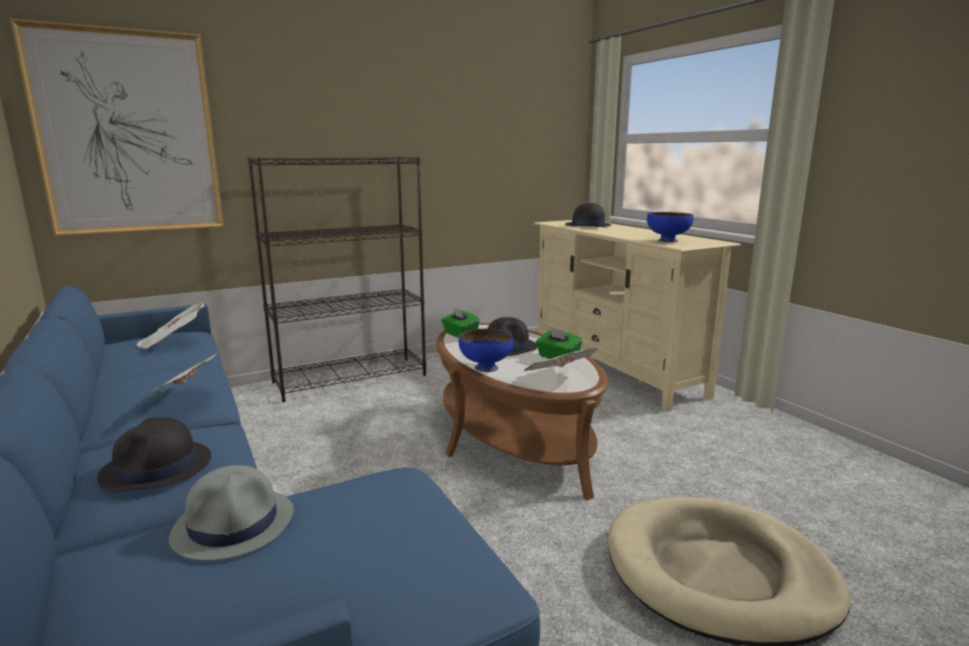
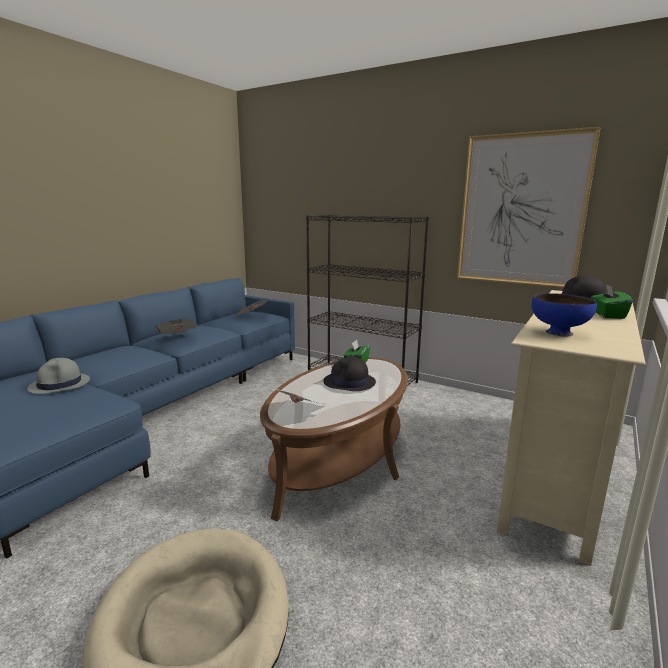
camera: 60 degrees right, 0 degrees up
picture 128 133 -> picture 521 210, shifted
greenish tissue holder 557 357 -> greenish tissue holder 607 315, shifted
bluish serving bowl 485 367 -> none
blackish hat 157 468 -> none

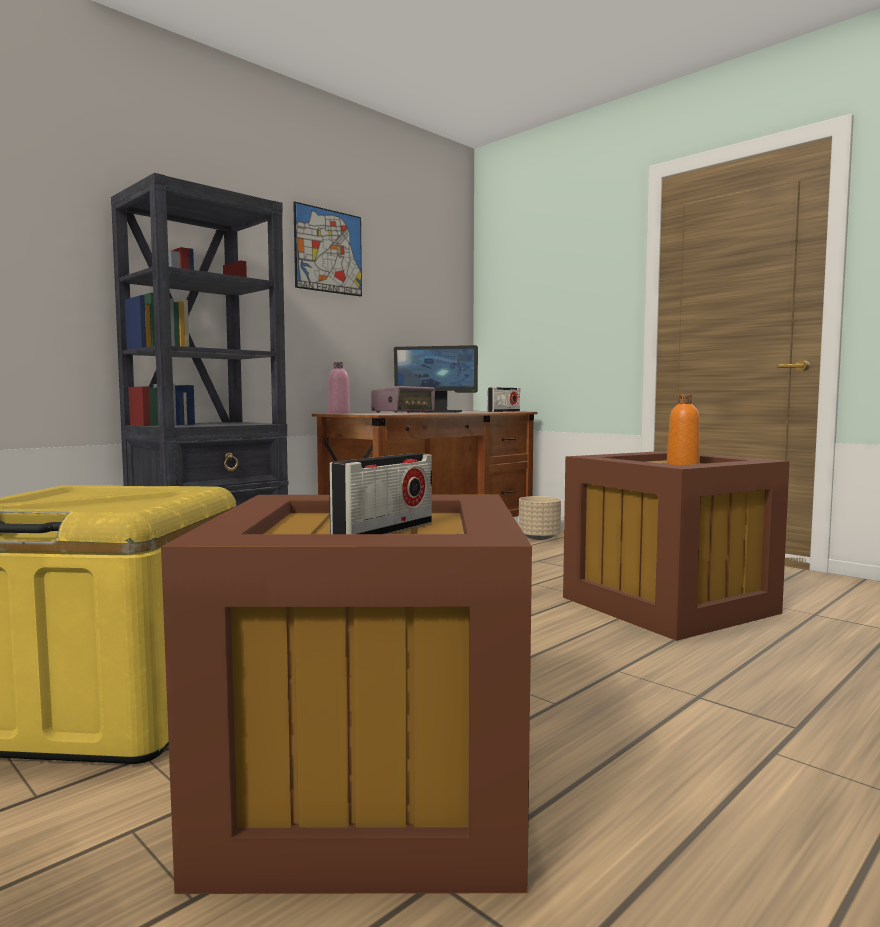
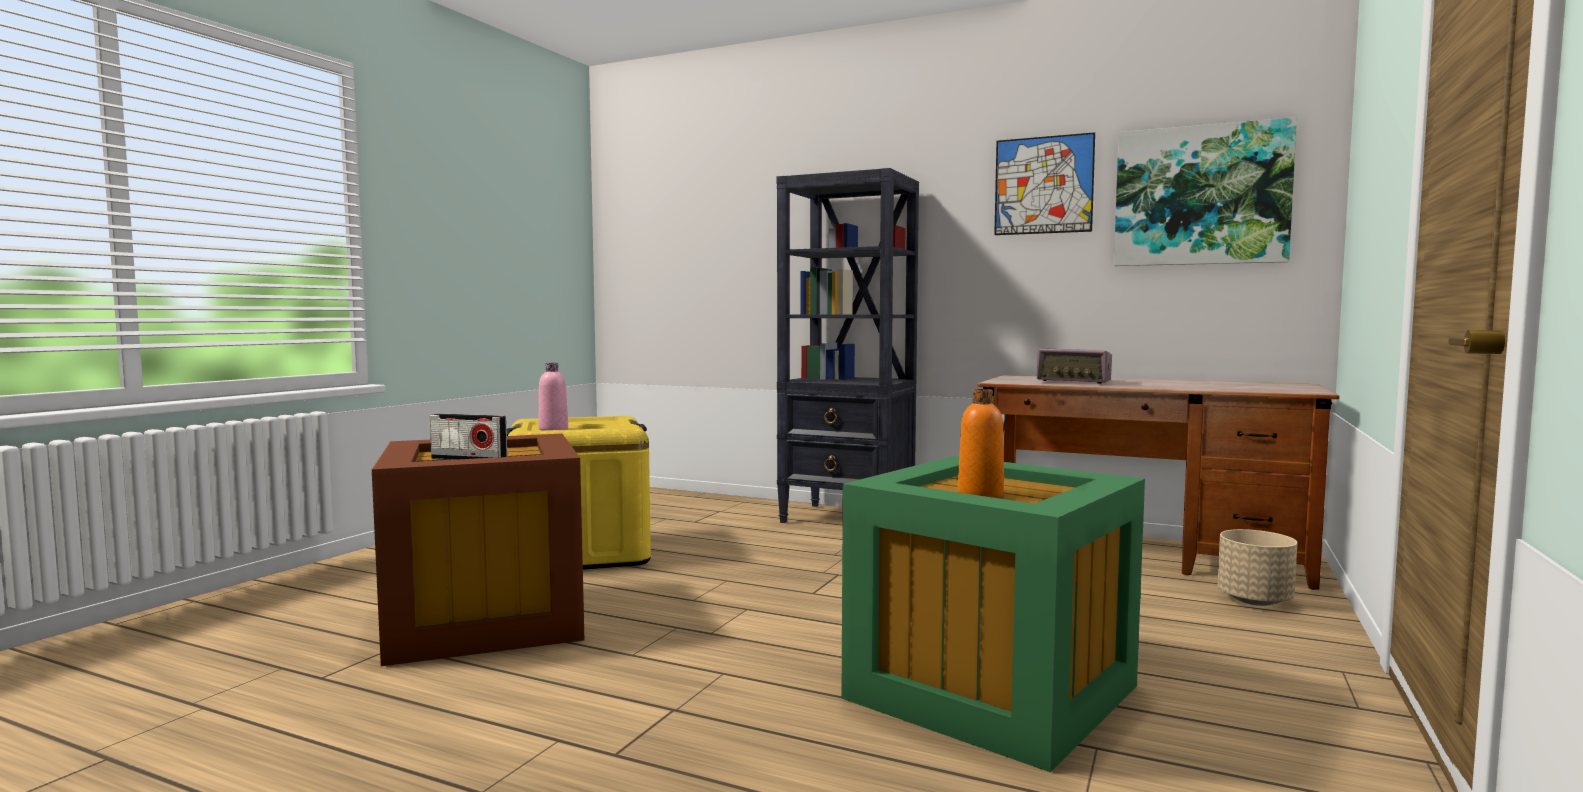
camera: 70 degrees right, 0 degrees up
computer display 435 412 -> none
pink bottle 339 413 -> pink bottle 553 429, shifted
radio set 503 411 -> none
brown-coloured storage bin 671 605 -> greenish storage bin 993 694
none -> picture 1201 196

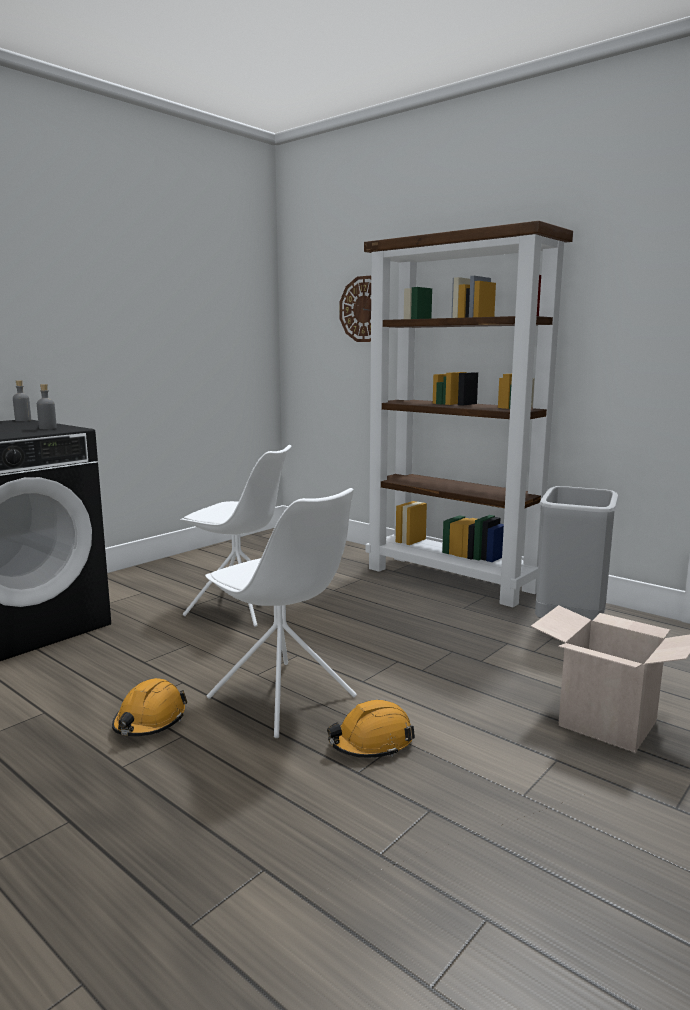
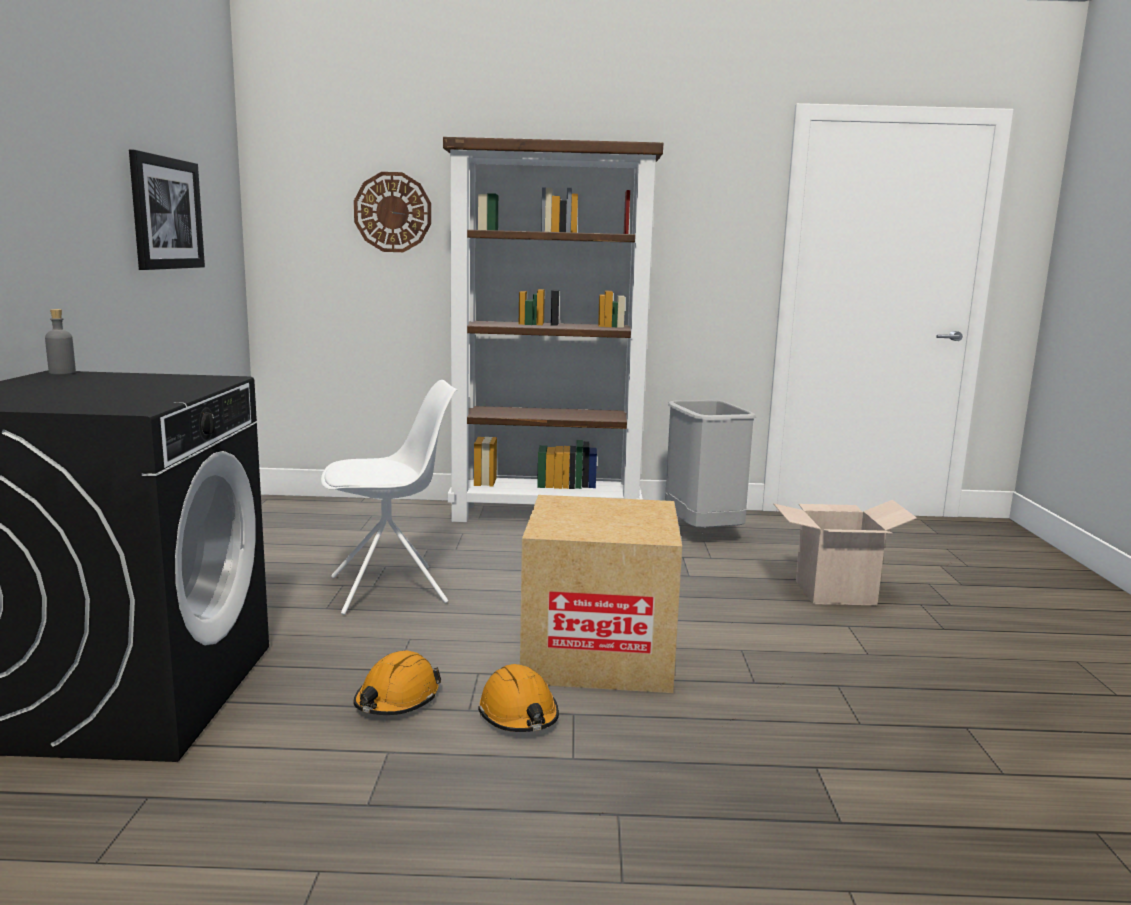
camera: 40 degrees left, 0 degrees up
greyish bottle 48 428 -> none
whitish chair 283 699 -> packing box 598 653
orange-coloured safety helmet 371 743 -> orange-coloured safety helmet 397 700, shifted
none -> picture 166 213

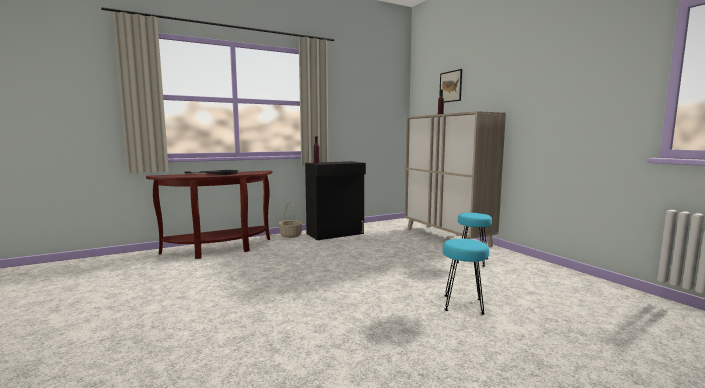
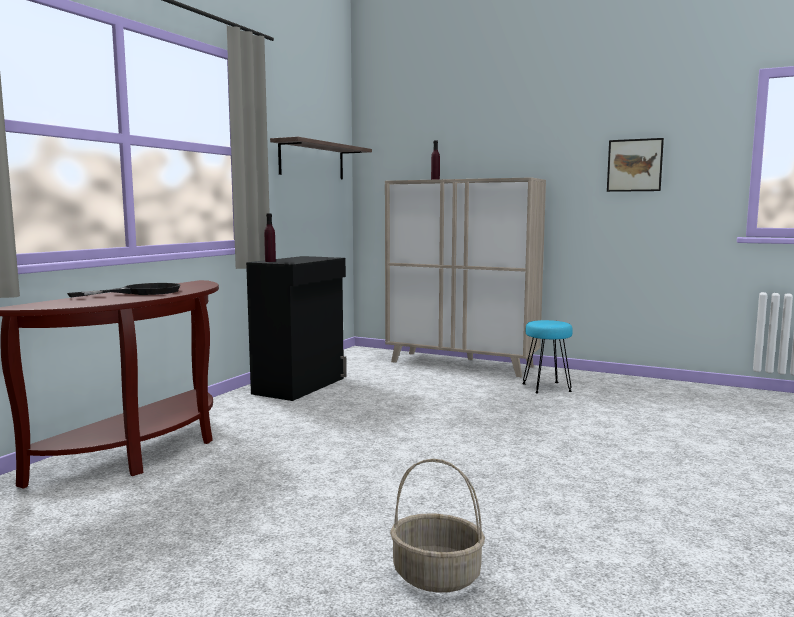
camera: 35 degrees left, 0 degrees up
picture 450 86 -> picture 634 165, shifted
basket 290 235 -> basket 435 576, shifted
blue-green sitting stool 462 304 -> none
none -> bracket shelf 312 160

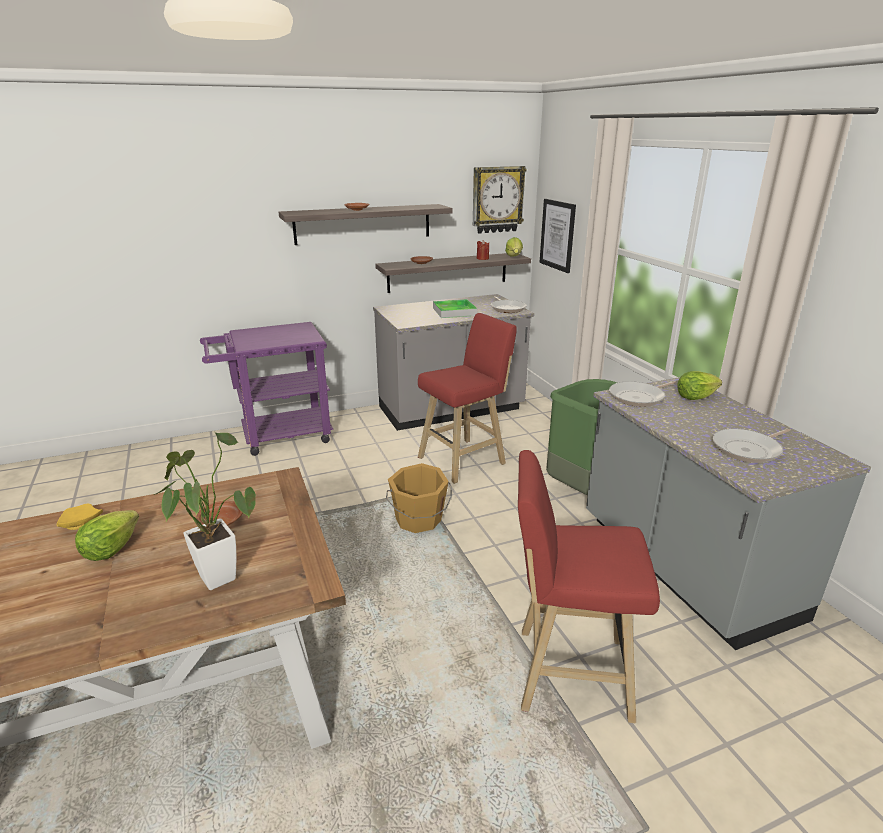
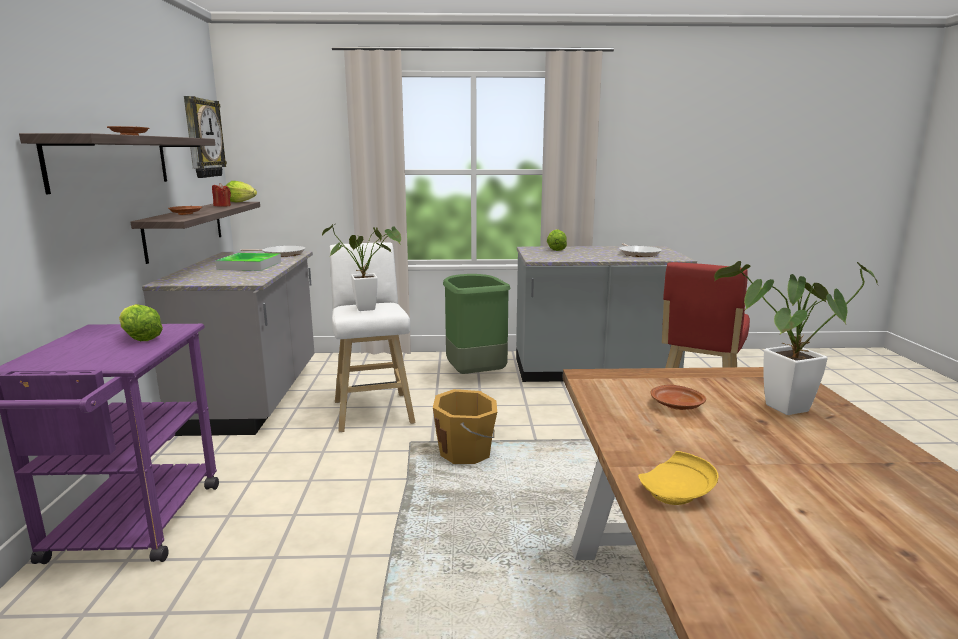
camera: 70 degrees left, 10 degrees down
picture 557 235 -> none
red-coloured sitting stool 465 460 -> whitish sitting stool 373 410
skillet 639 397 -> none
lettuce head 110 549 -> lettuce head 140 338, shifted
none -> plant in a pot 371 308

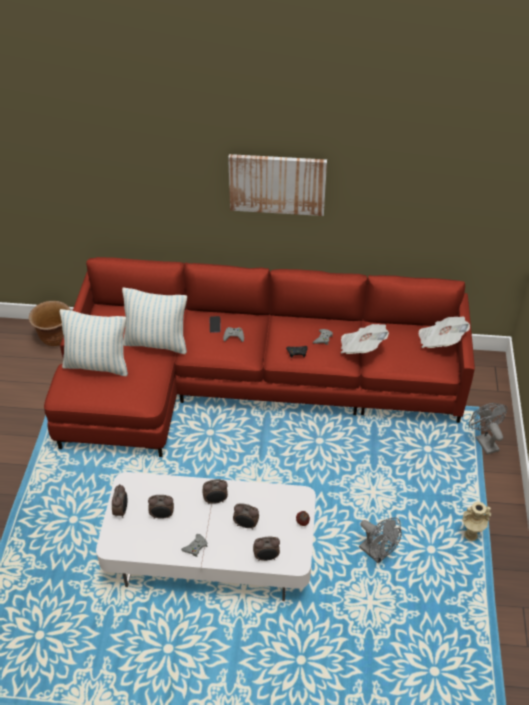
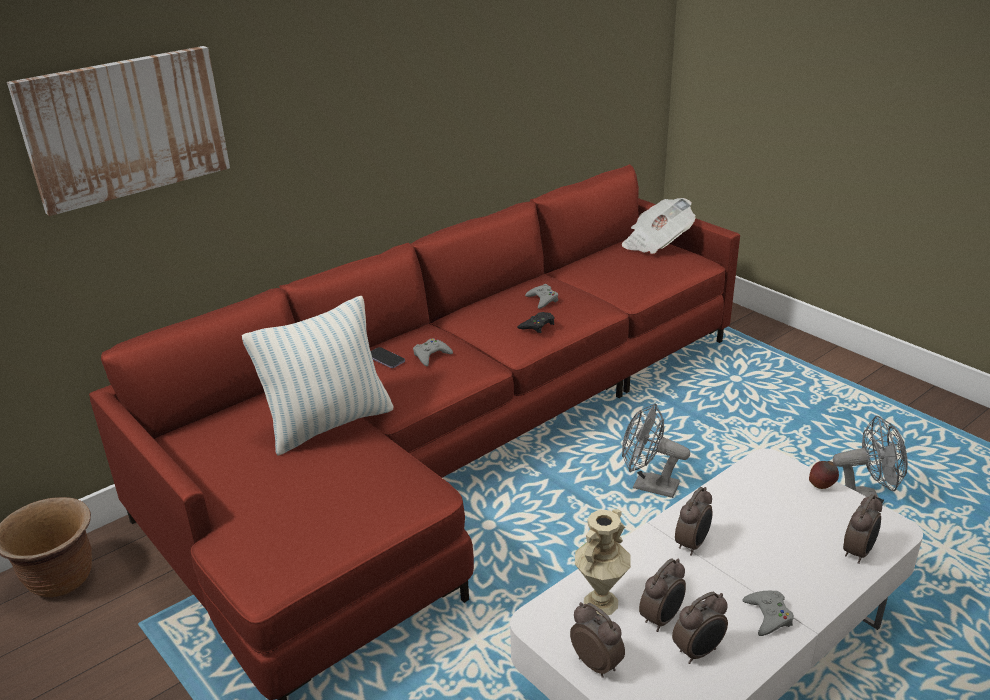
camera: 45 degrees left, 15 degrees down
picture 277 184 -> picture 126 127, shifted
cushion 97 365 -> none
daily paper 361 348 -> none
greyish cooling fan 484 441 -> greyish cooling fan 648 486, shifted
beige-coloured decorative vase 470 536 -> beige-coloured decorative vase 601 603, shifted
bedside clock 246 525 -> bedside clock 698 652, shifted

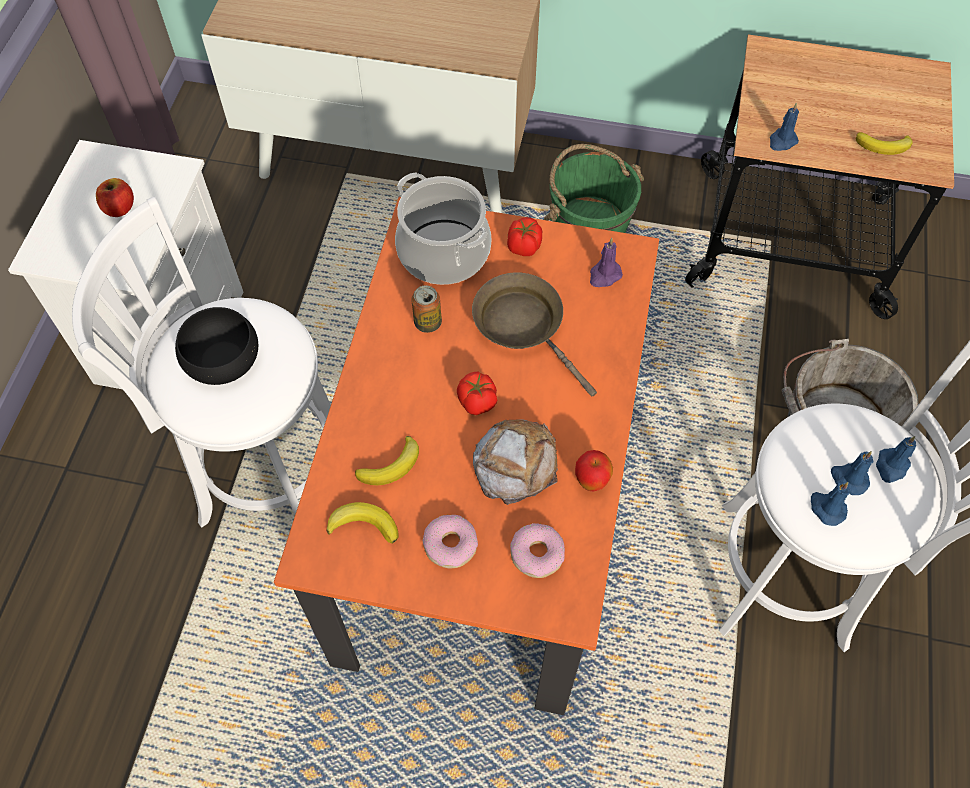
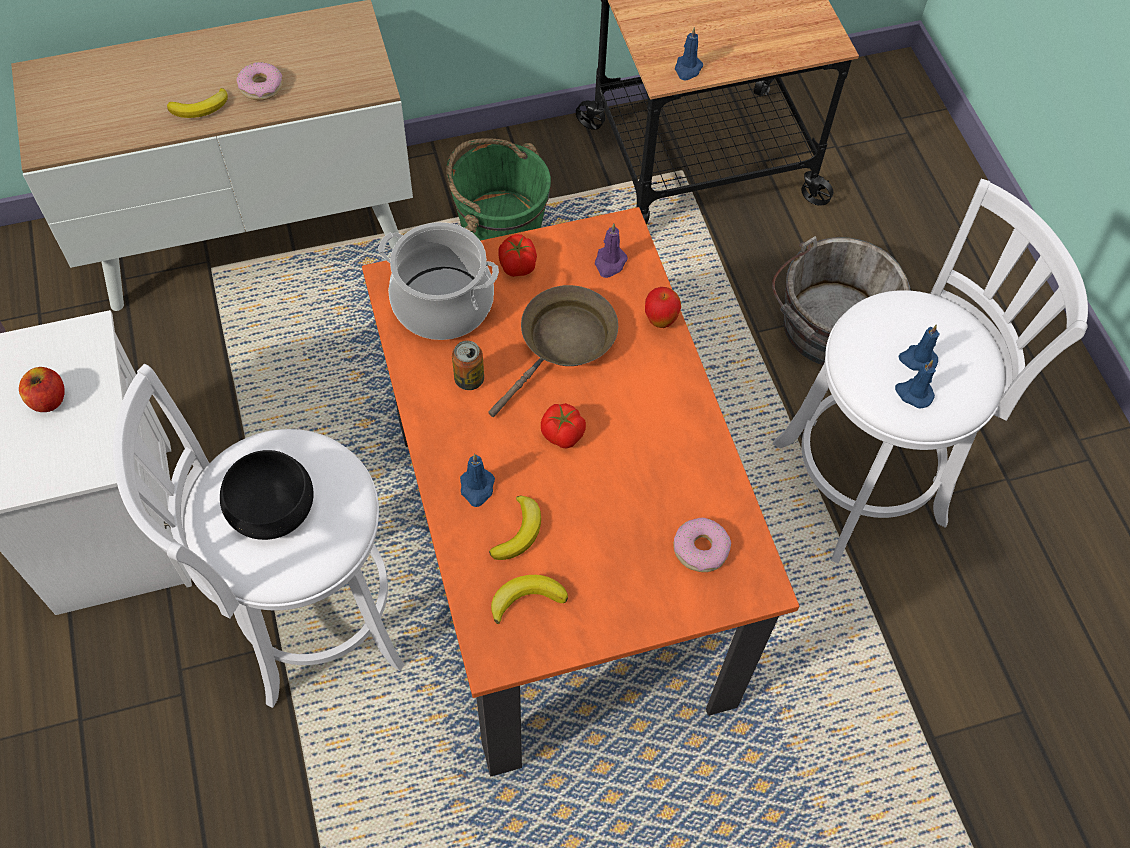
camera: 30 degrees left, 0 degrees up
whole banana 884 146 -> whole banana 201 108, shifted
brown-coloured skillet 523 326 -> brown-coloured skillet 563 343, 105 degrees clockwise
bread 515 463 -> none
bluish wax light 891 466 -> bluish wax light 477 488, shifted
whole apple 591 481 -> whole apple 660 320, shifted
doughnut 450 545 -> doughnut 261 87, shifted

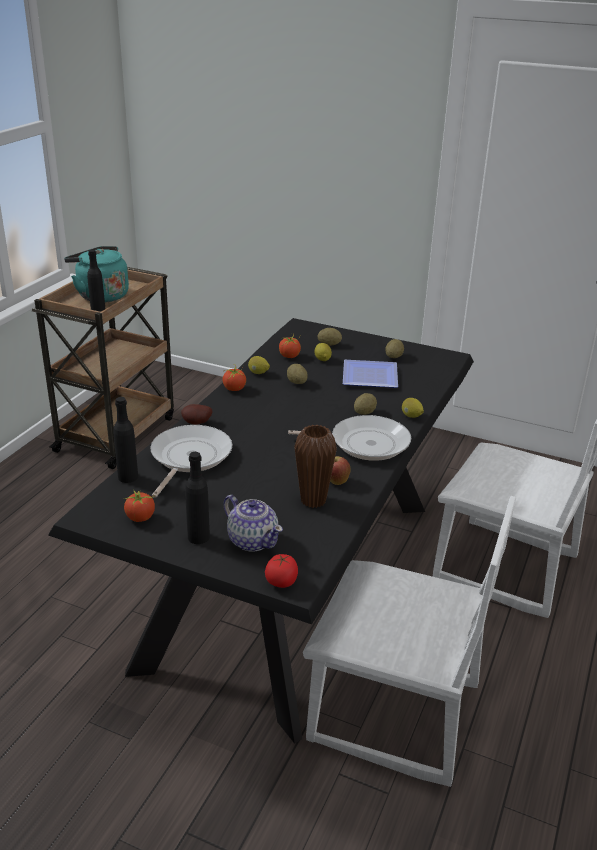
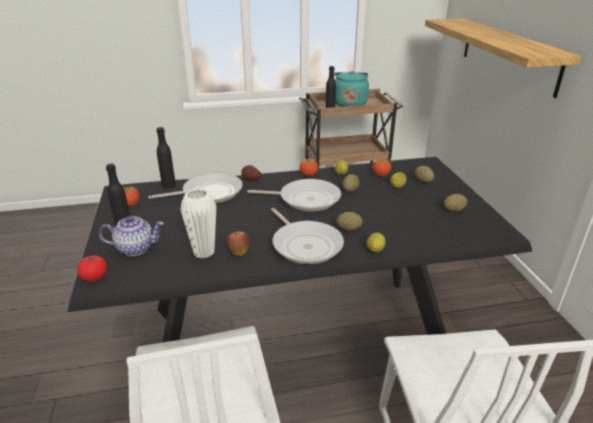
camera: 55 degrees right, 0 degrees up
flat dish 368 375 -> none
brown-coloured decorative vase 313 500 -> whitish decorative vase 204 252
pot for tea 252 540 -> pot for tea 135 248, 105 degrees counterclockwise
none -> bracket shelf 508 54
none -> skillet 306 199

